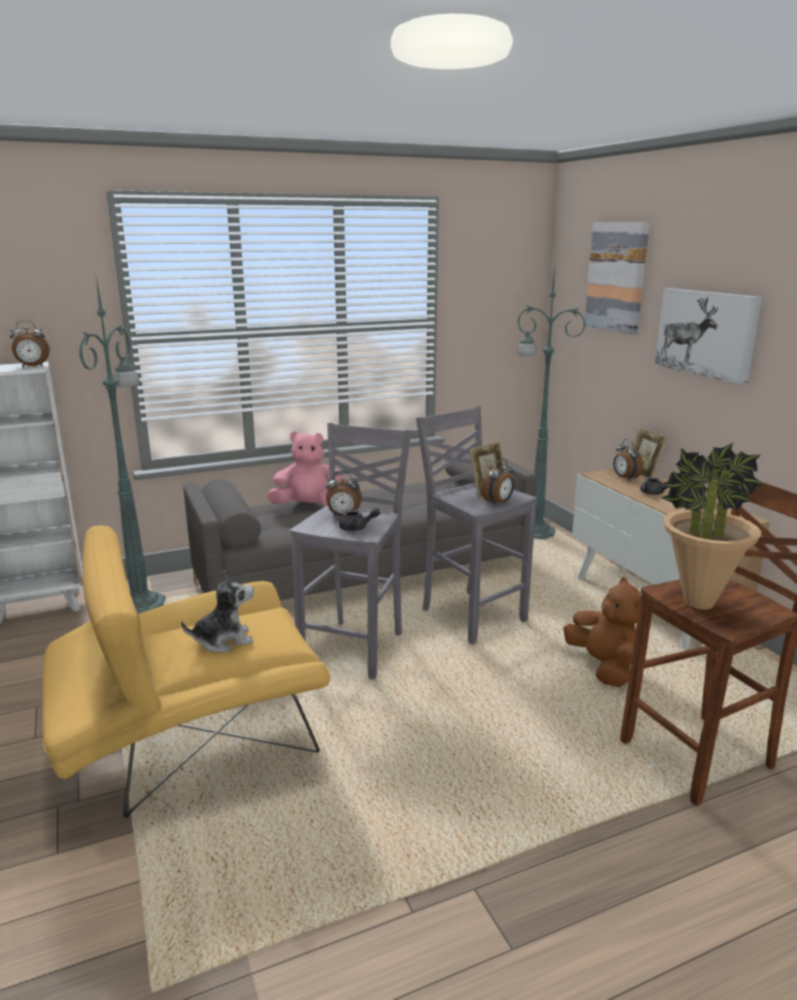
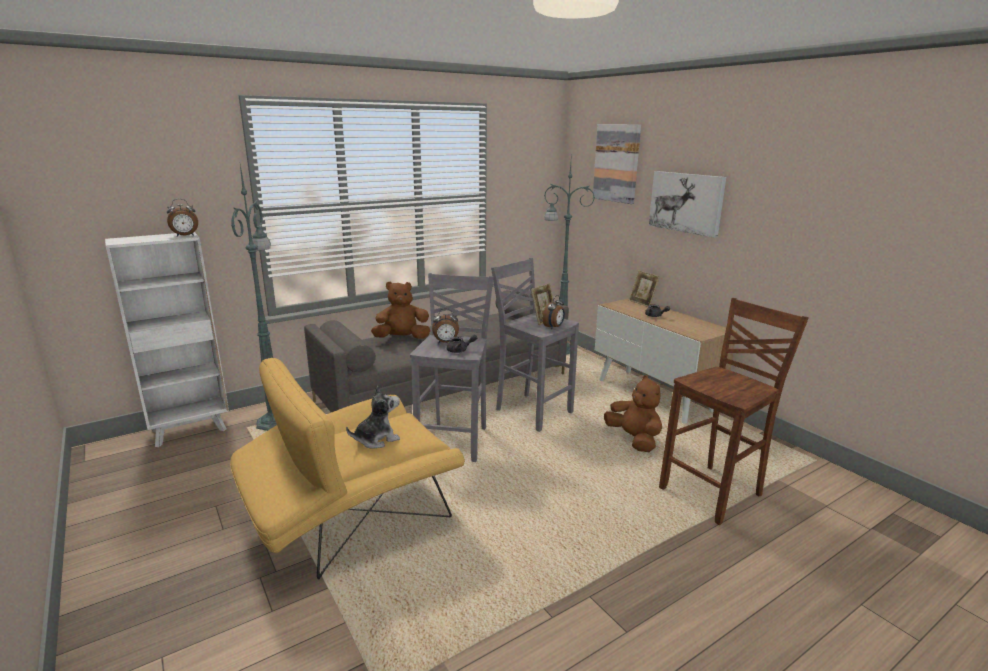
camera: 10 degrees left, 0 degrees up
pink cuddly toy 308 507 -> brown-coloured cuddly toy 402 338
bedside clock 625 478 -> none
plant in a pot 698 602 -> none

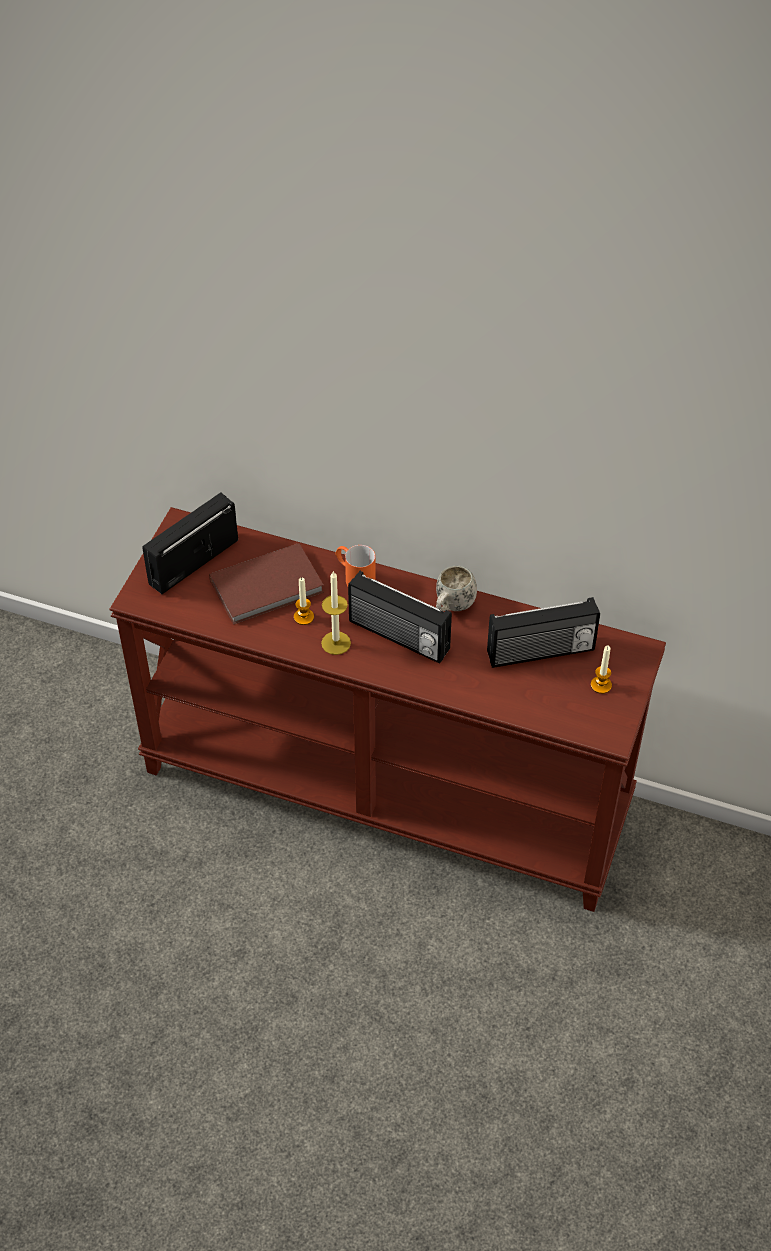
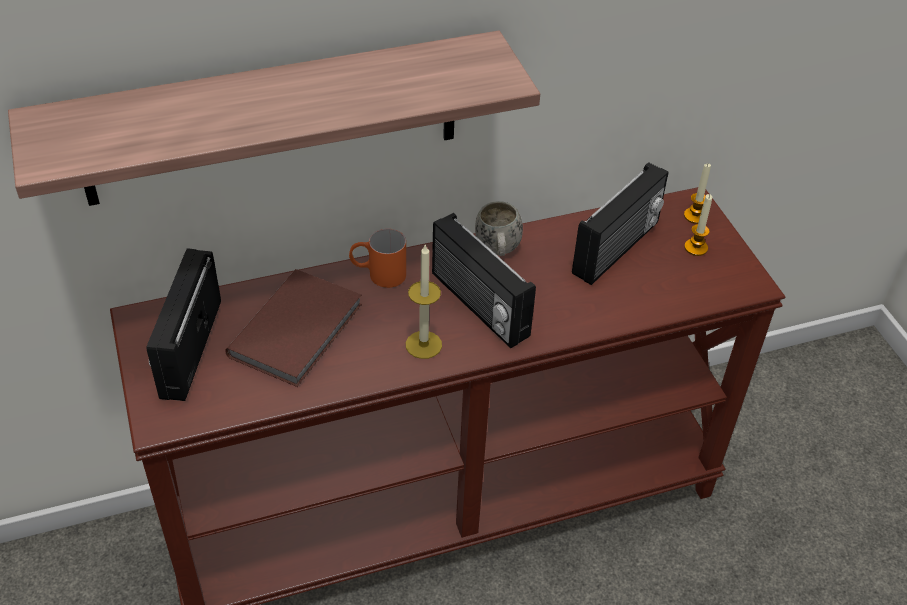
camera: 40 degrees left, 5 degrees down
radio set 398 637 -> radio set 477 305, 60 degrees clockwise
wax light 304 617 -> wax light 695 216, shifted
none -> bracket shelf 272 119

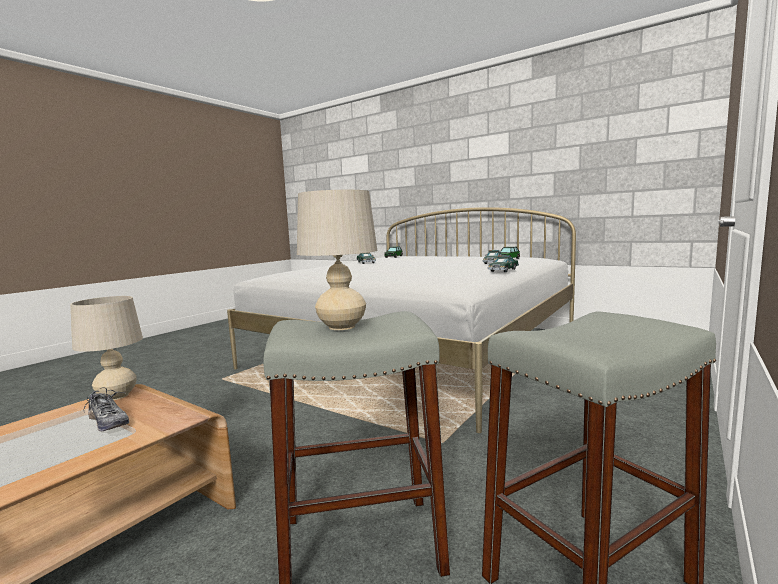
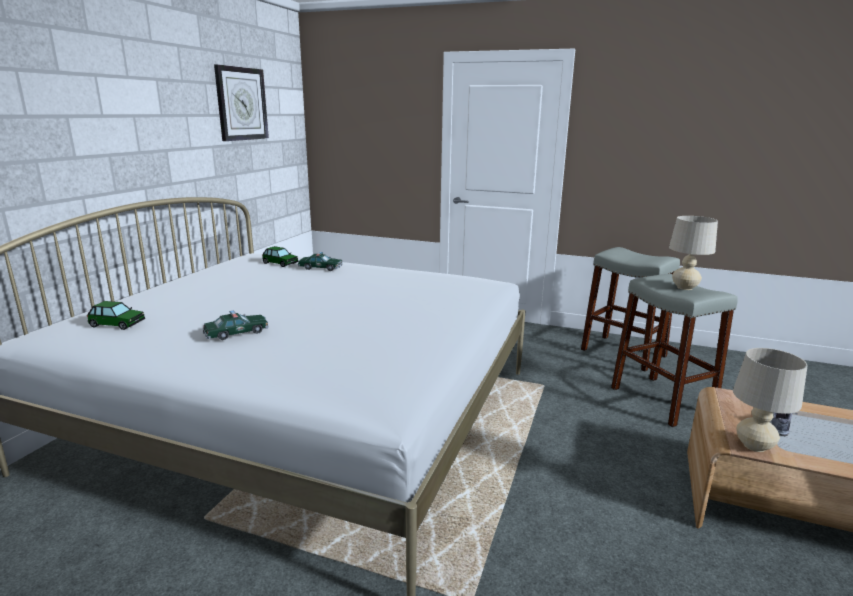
camera: 105 degrees left, 10 degrees up
model car 503 270 -> none
none -> clock on the wall 241 104

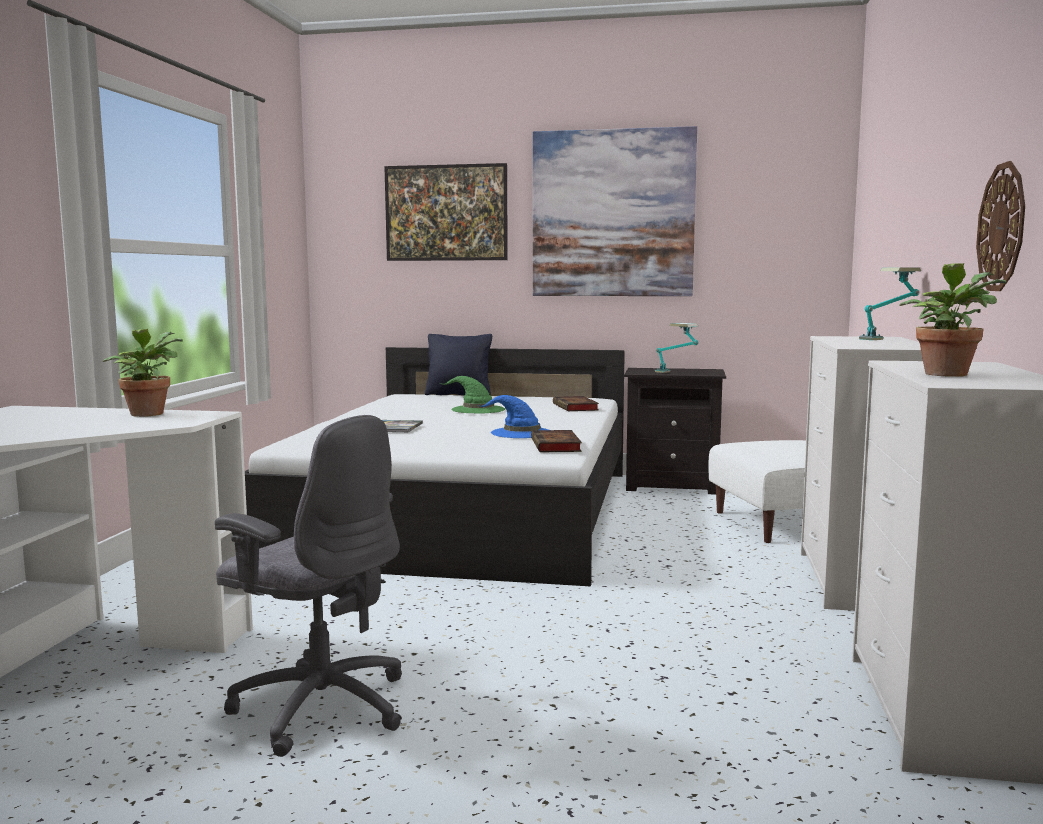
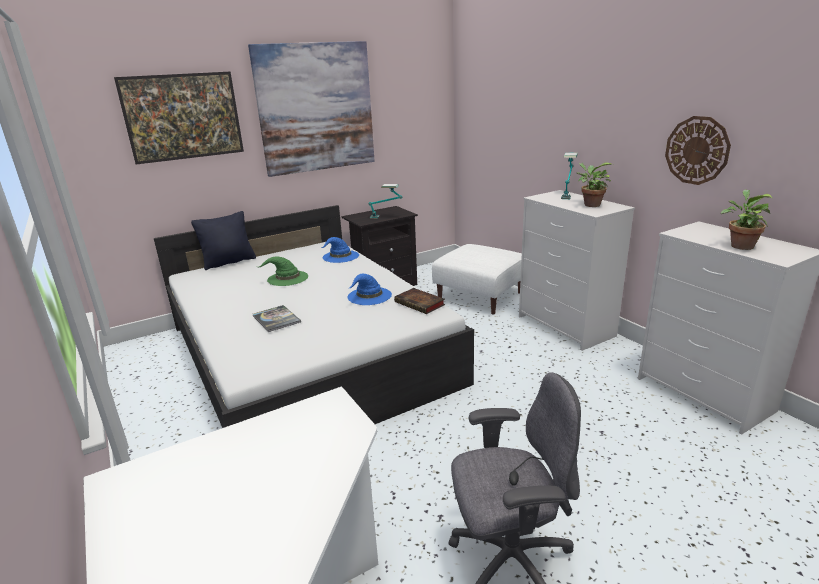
camera: 40 degrees left, 15 degrees up
plant in a pot 148 413 -> plant in a pot 590 205, shifted
book 576 407 -> bluish hat 340 256

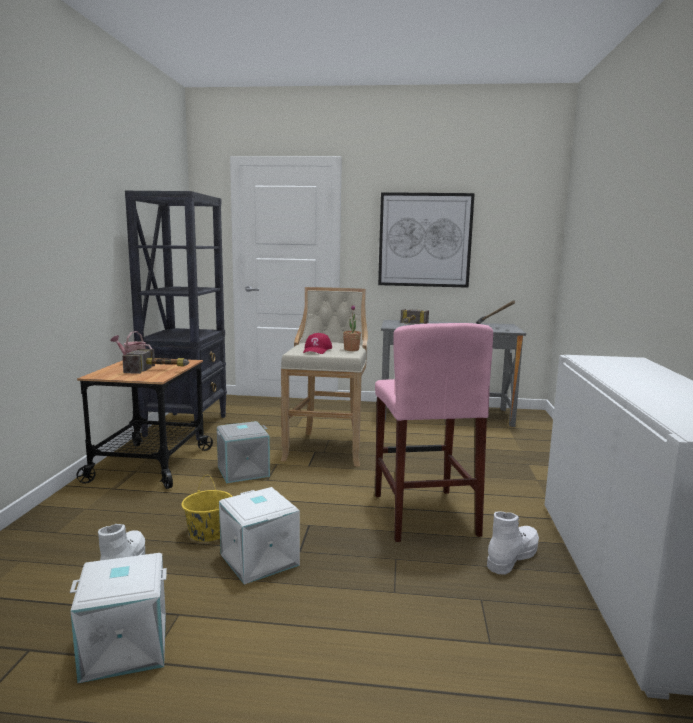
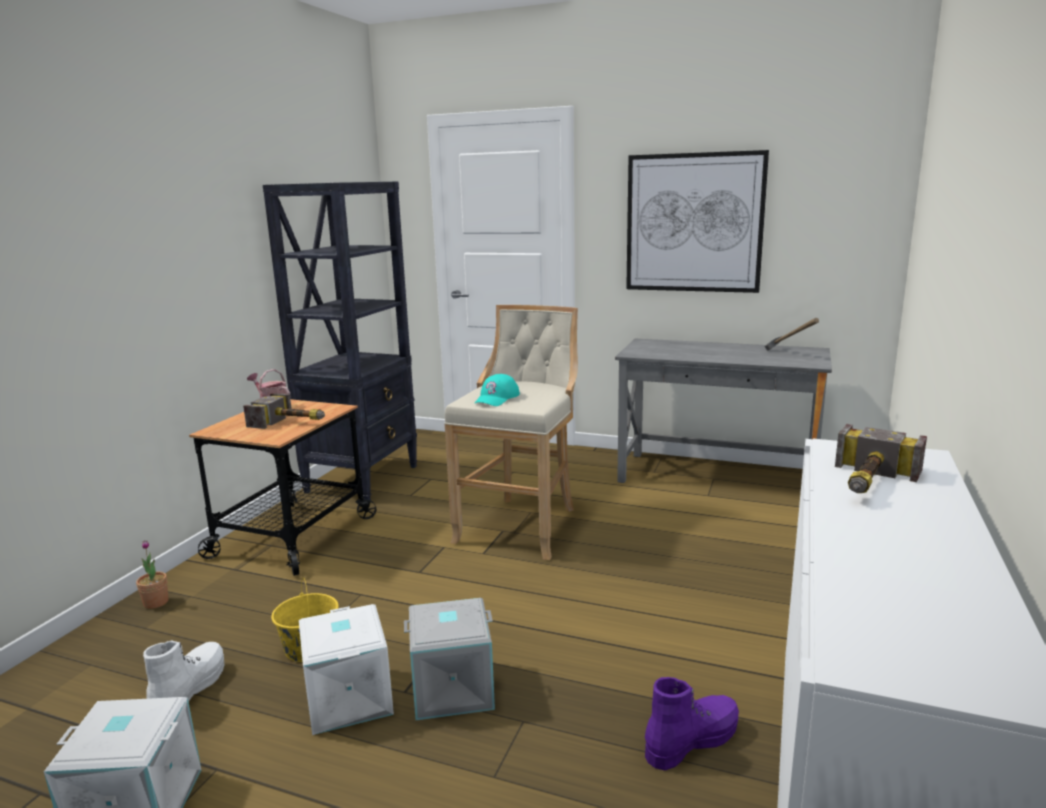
camera: 15 degrees right, 5 degrees up
plant in a pot 351 349 -> plant in a pot 156 602, shifted
hammer 410 324 -> hammer 868 483, shifted
pink sitting stool 424 514 -> none
red-coloured baseball cap 317 350 -> blue-green baseball cap 497 398
greyish storage bin 243 472 -> greyish storage bin 452 690, shifted
whitish high-top boot 512 557 -> purple-coloured high-top boot 691 741

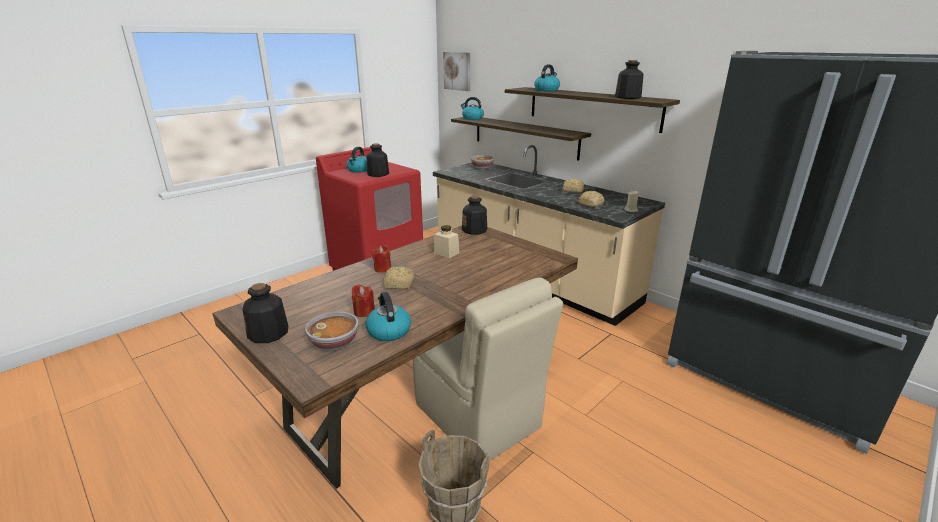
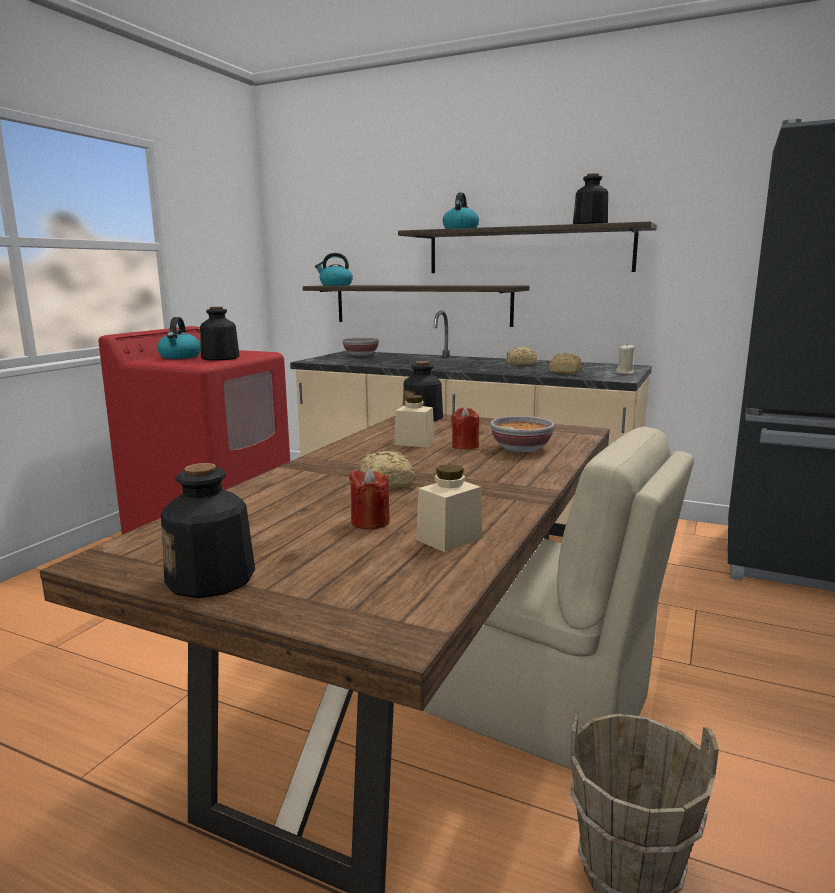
camera: 20 degrees left, 10 degrees down
picture 457 71 -> none
red-coloured wax light 382 269 -> red-coloured wax light 465 446, shifted
water kettle 388 331 -> beige-coloured preserve jar 449 538
serving bowl 335 343 -> serving bowl 521 448, shifted

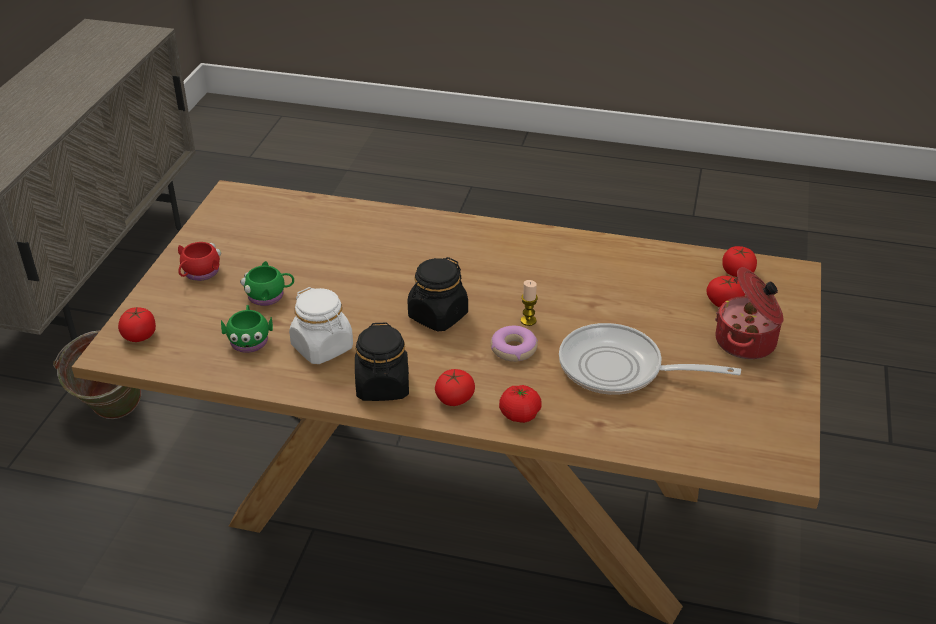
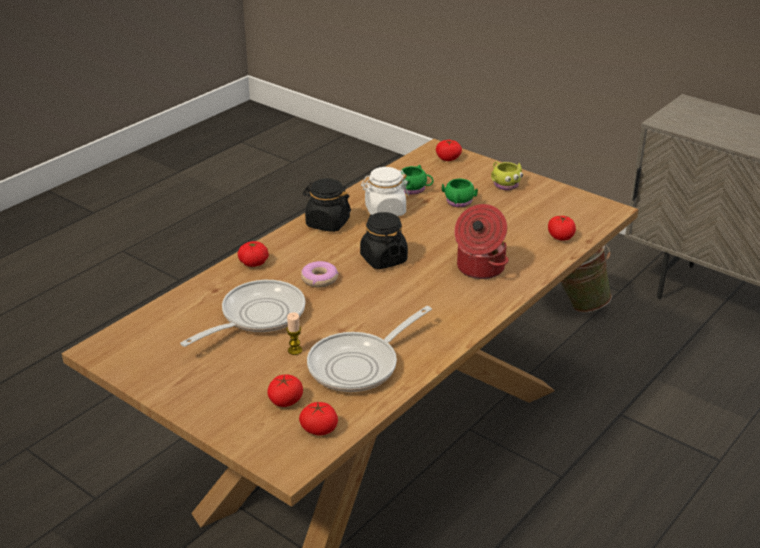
camera: 115 degrees right, 5 degrees down
red-coloured coffee mug 199 273 -> yellow-coloured coffee mug 504 183
saucepot 747 342 -> saucepot 479 268, shifted
wax light 528 320 -> wax light 295 350, shifted
fresh tomato 454 398 -> fresh tomato 560 237, shifted
none -> skillet 359 365

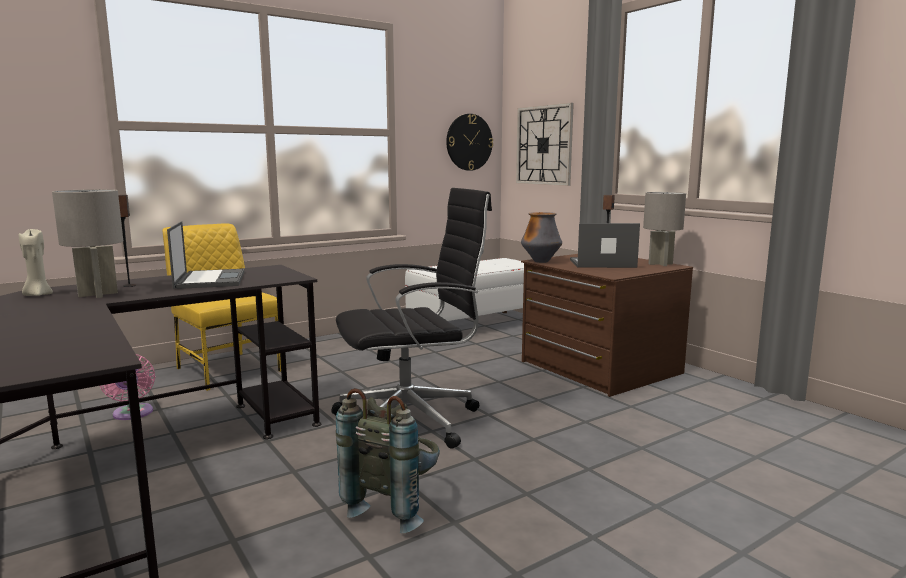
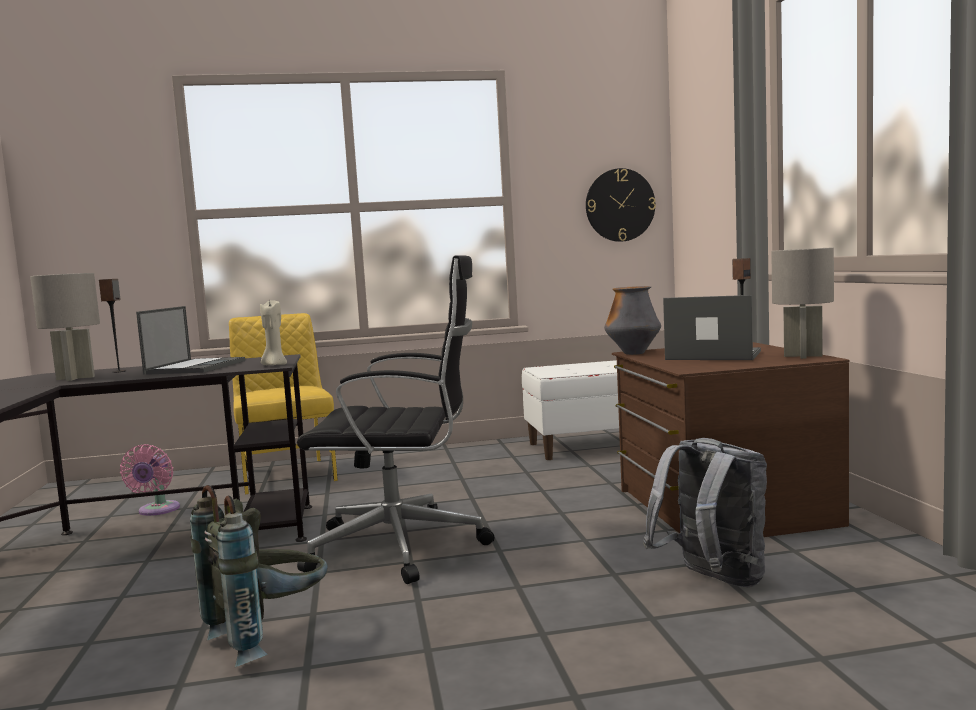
camera: 25 degrees right, 5 degrees down
clock on the wall 544 145 -> none
beige-coloured wax light 38 295 -> beige-coloured wax light 274 365, shifted
none -> greyish backpack 712 581

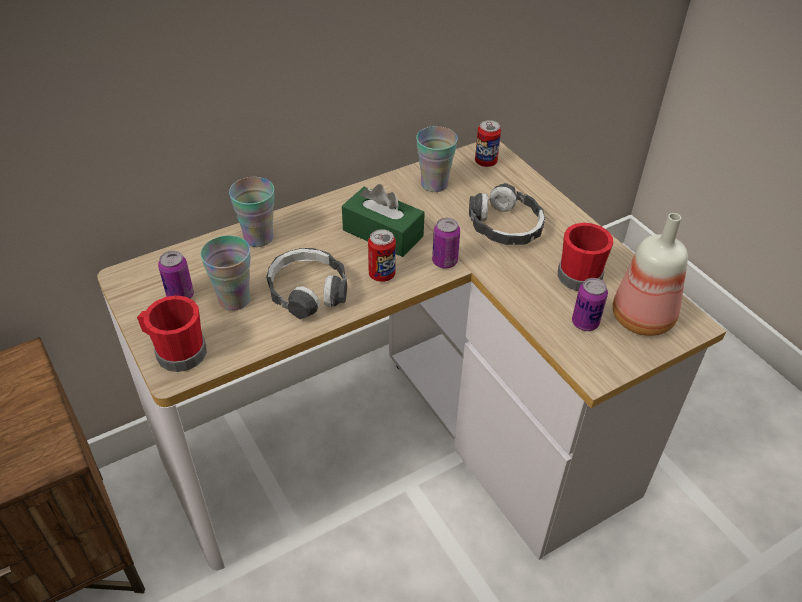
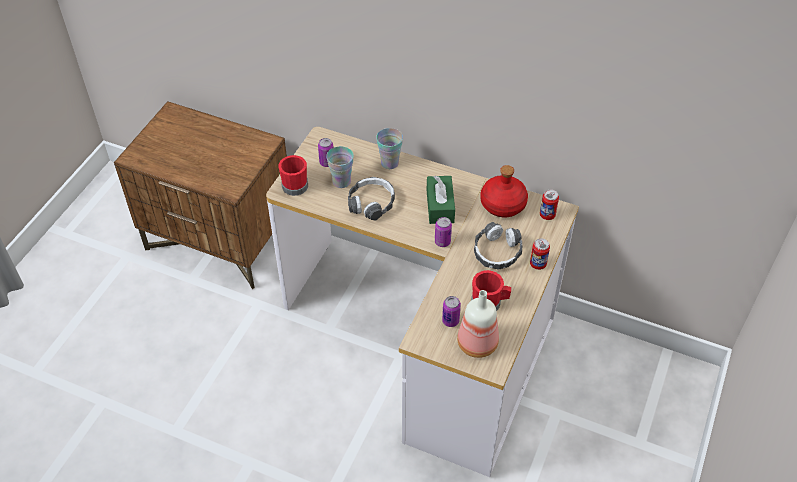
camera: 55 degrees right, 5 degrees up
small cup 434 184 -> red-coloured bottle 502 204
can 382 275 -> can 538 264, shifted

